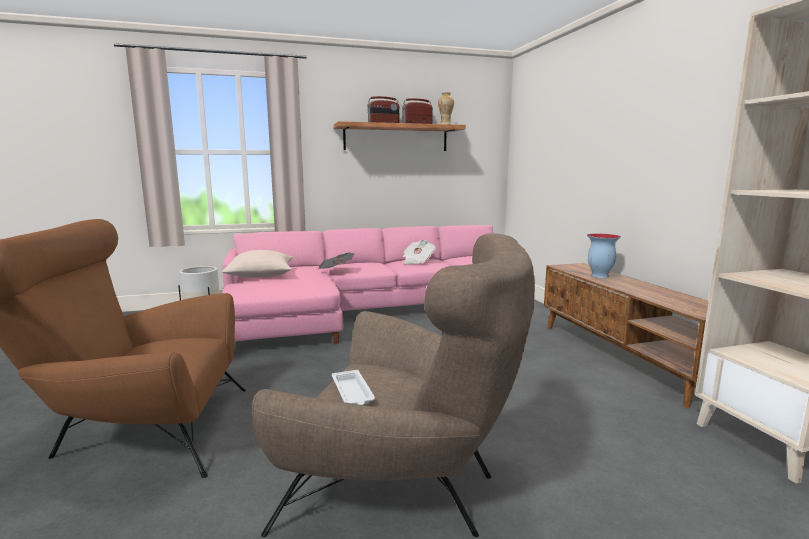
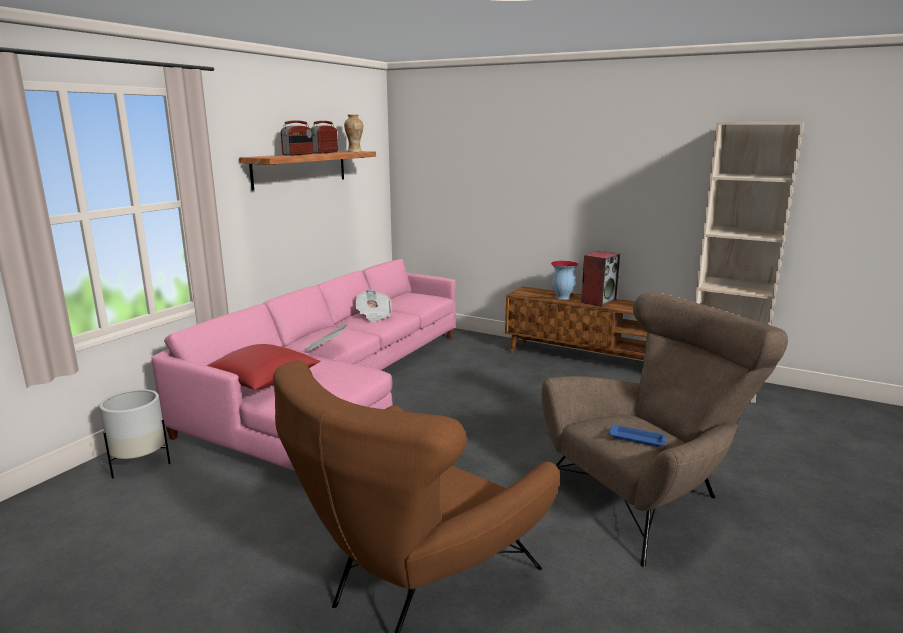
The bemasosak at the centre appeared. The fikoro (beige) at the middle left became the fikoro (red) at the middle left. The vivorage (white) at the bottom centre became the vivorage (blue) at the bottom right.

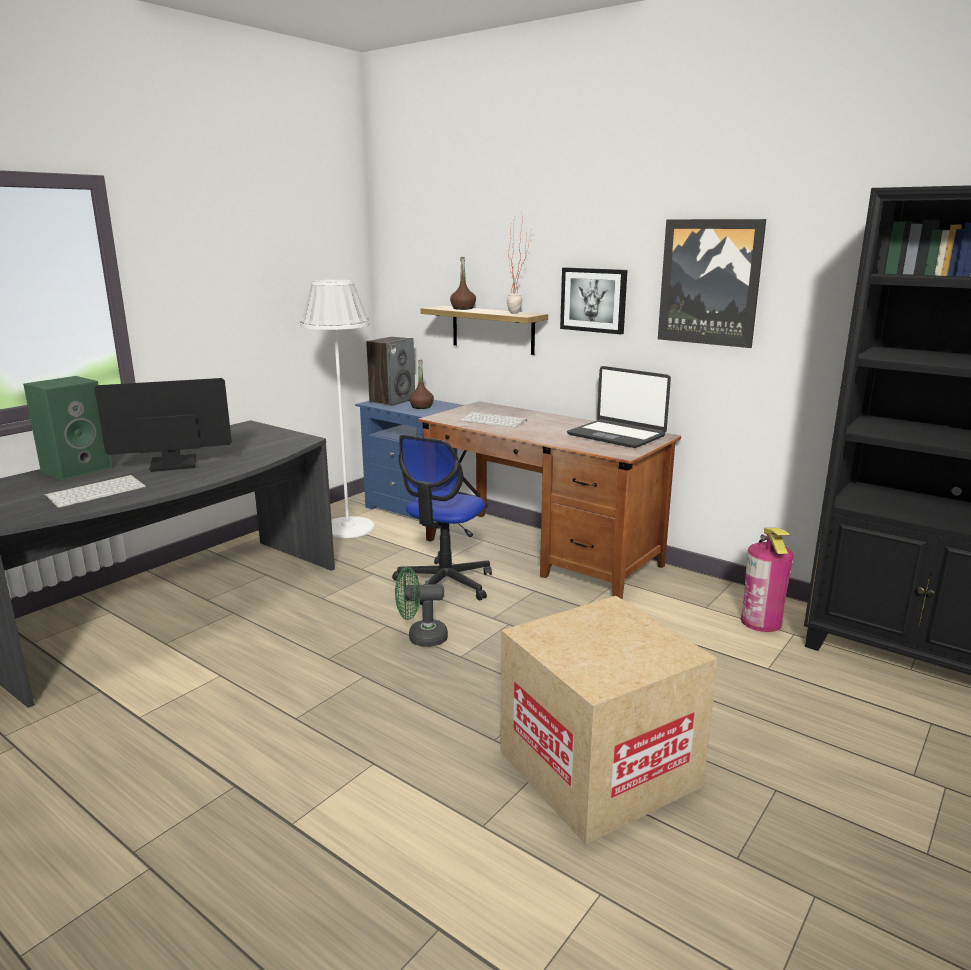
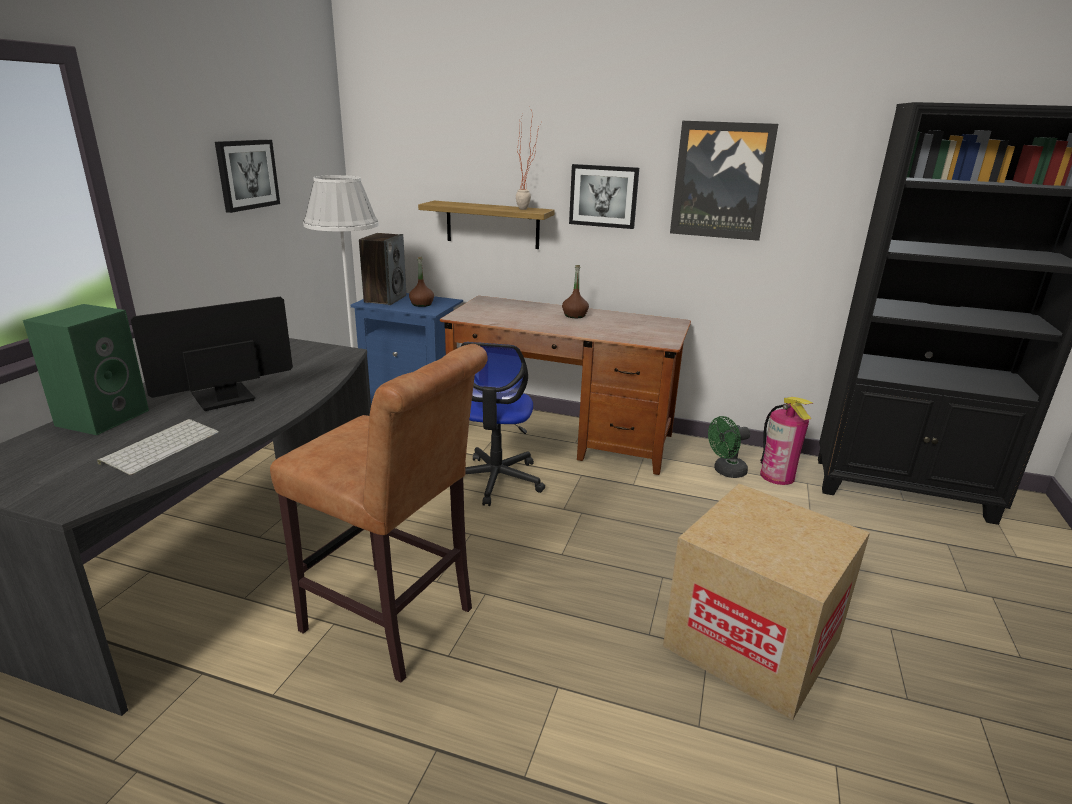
The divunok (2nd from left) at the centre disappeared. The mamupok at the centre disappeared. The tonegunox (1st from left) at the top left appeared. The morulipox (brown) at the centre appeared. The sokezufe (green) moved from the centre to the middle right. The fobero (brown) (2nd from left) moved from the top centre to the centre.

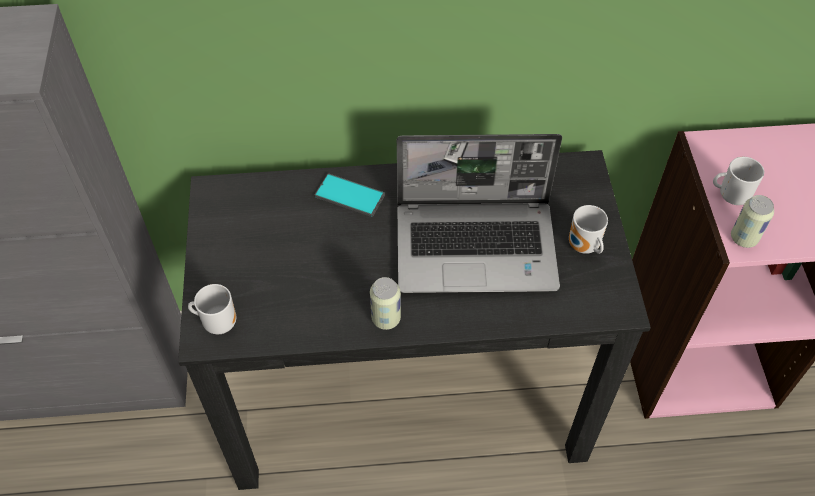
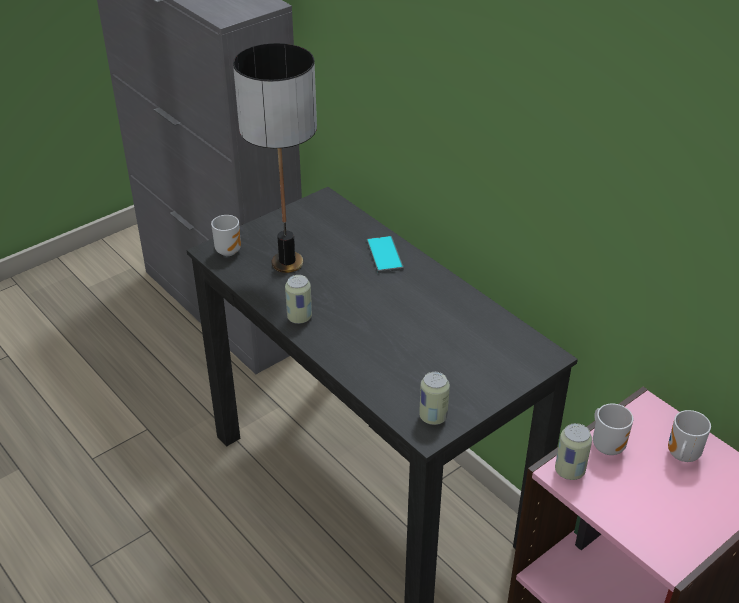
The mamupok at the centre disappeared. The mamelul at the top centre appeared. The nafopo (2nd from left) at the centre appeared. The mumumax (2nd from left in the first image) moved from the middle right to the bottom right.

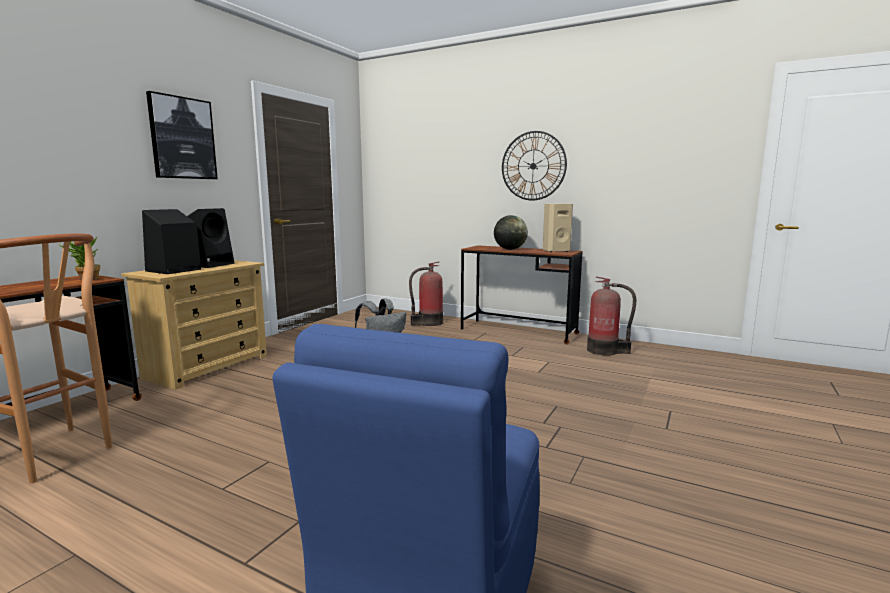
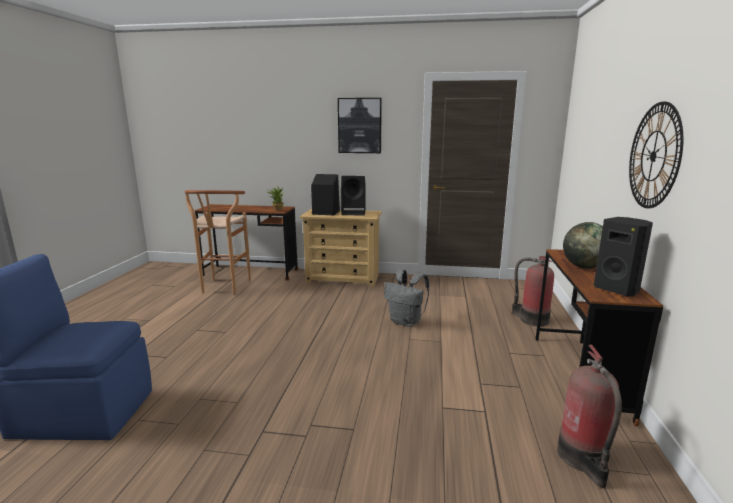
The bemasosak (beige) at the centre became the bemasosak (black) (3rd from left) at the middle right.

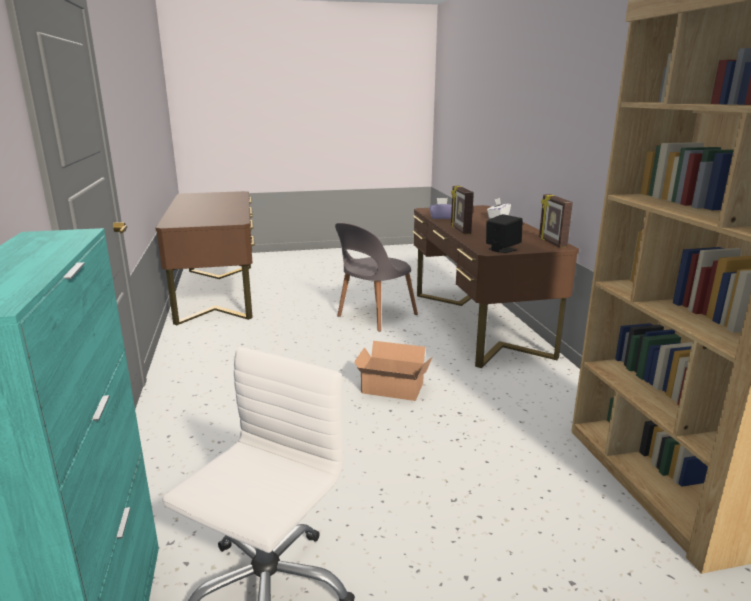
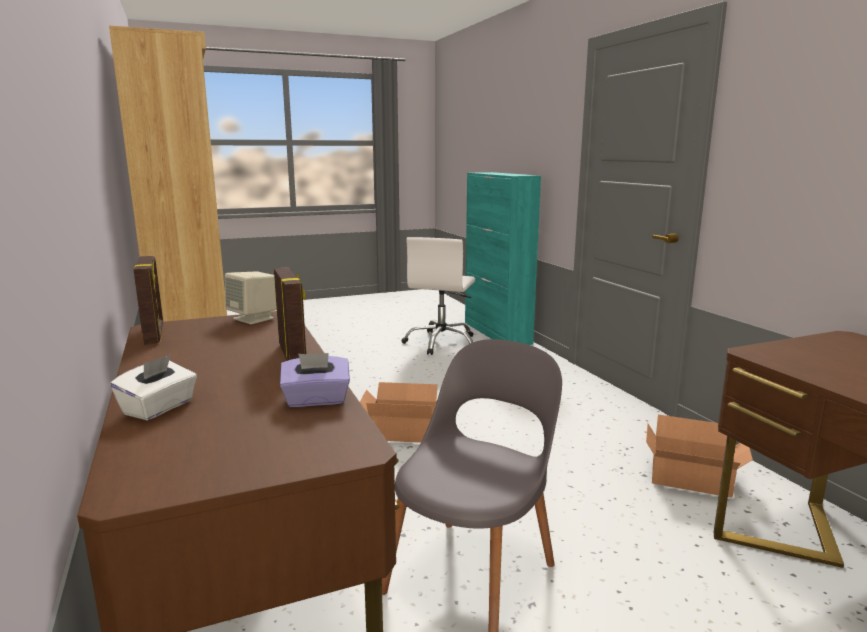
The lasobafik (2nd from left) at the bottom right appeared. The bemasosak (black) at the middle right became the bemasosak (beige) at the middle left.

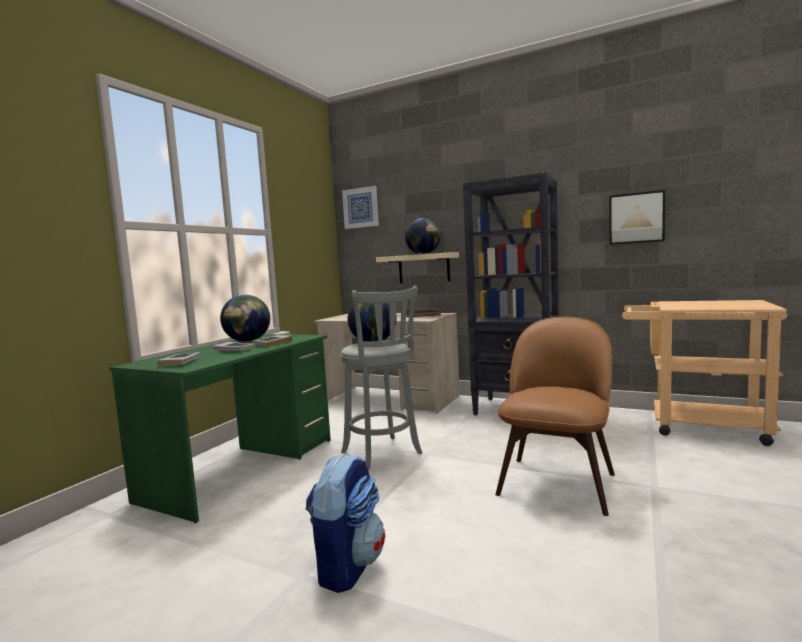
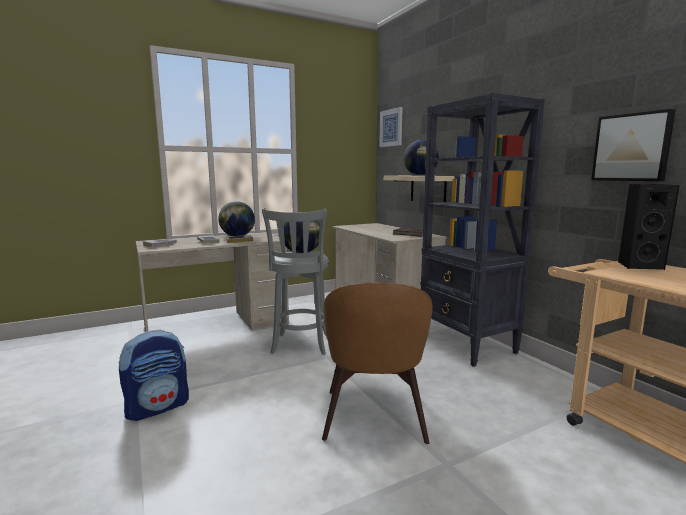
The bemasosak (black) at the middle right appeared. The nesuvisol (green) at the bottom left became the nesuvisol (beige) (1st from left) at the middle left. The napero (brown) at the middle right turned 120 degrees clockwise.

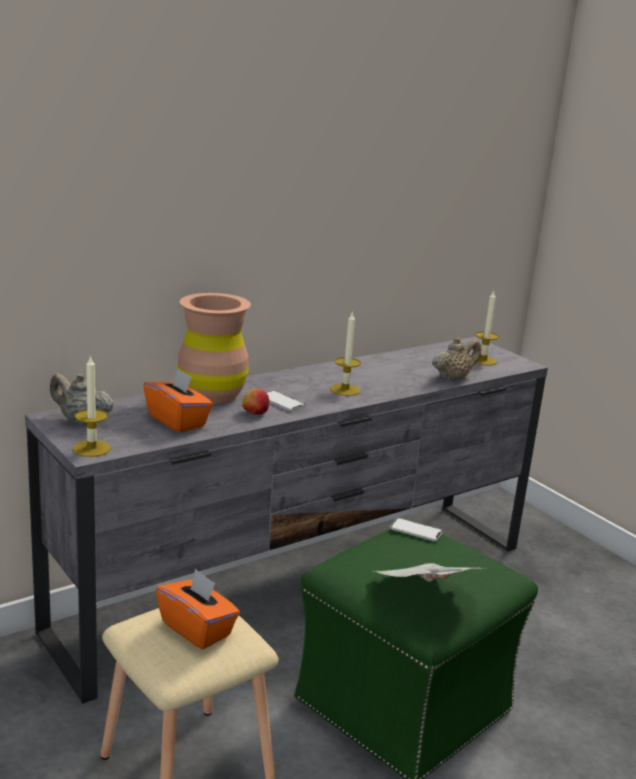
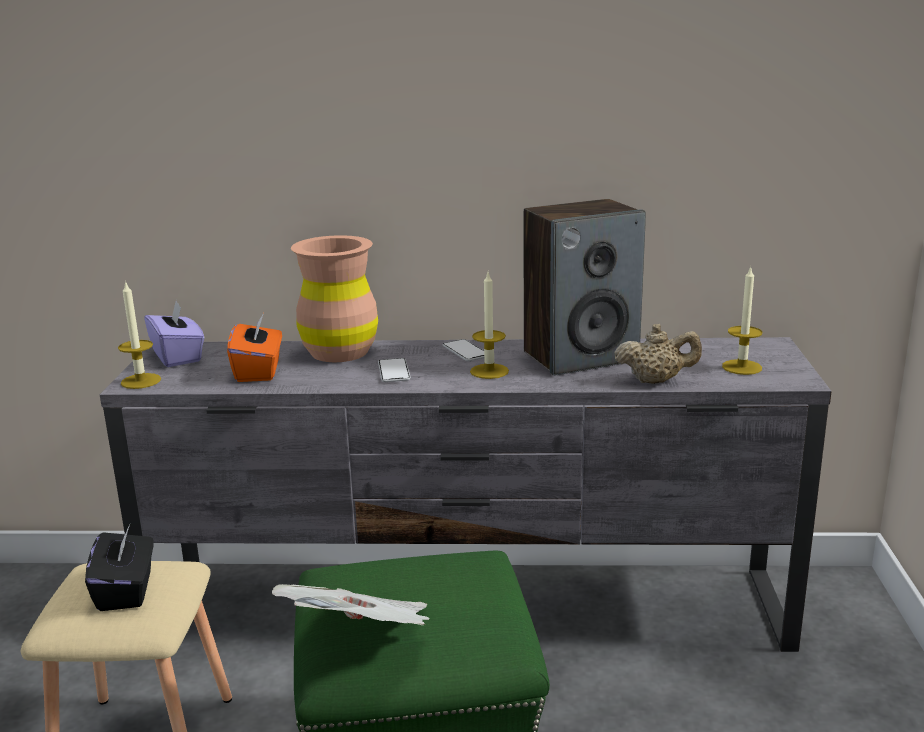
The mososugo at the centre disappeared. The bemasosak at the centre appeared. The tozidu (2nd from left) moved from the bottom centre to the centre. The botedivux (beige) (1st from left) at the middle left was replaced by the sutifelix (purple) at the middle left. The sutifelix (orange) (2nd from left) at the bottom left became the sutifelix (black) at the bottom left.

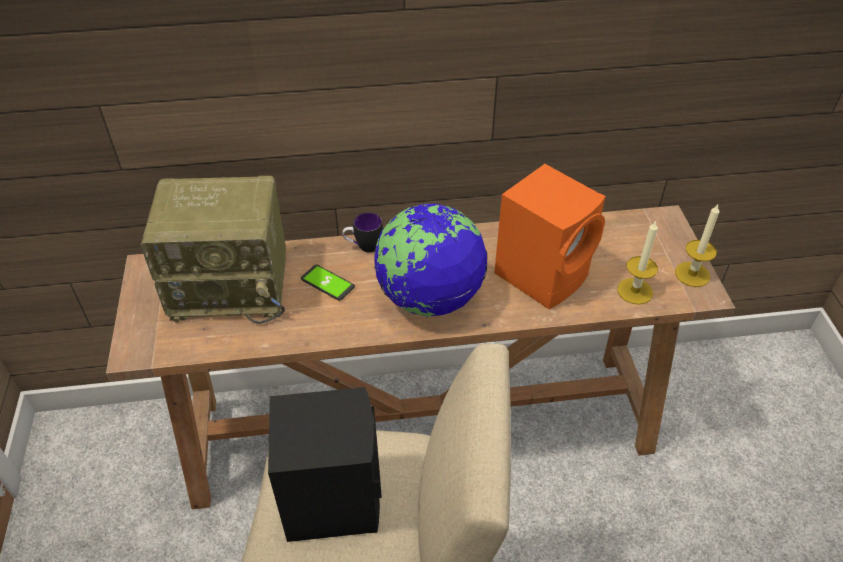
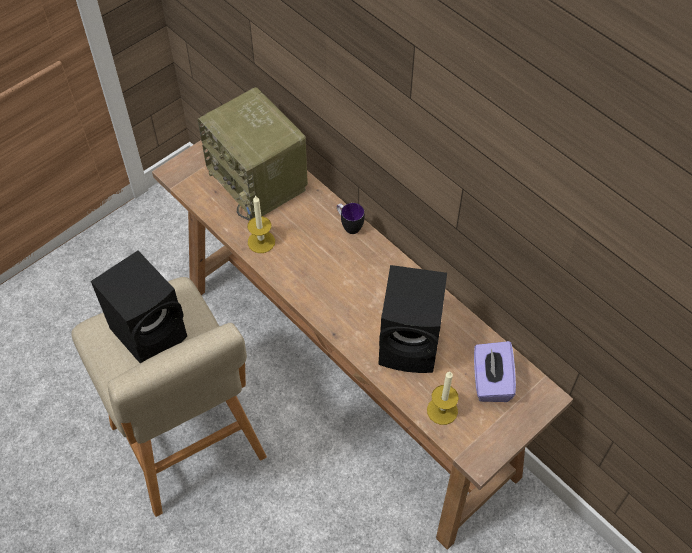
The tozidu at the centre disappeared. The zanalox at the centre disappeared. The sutifelix (purple) at the bottom right appeared. The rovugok (2nd from left in the first image) moved from the middle right to the centre. The bemasosak (orange) at the centre became the bemasosak (black) (2nd from left) at the centre.

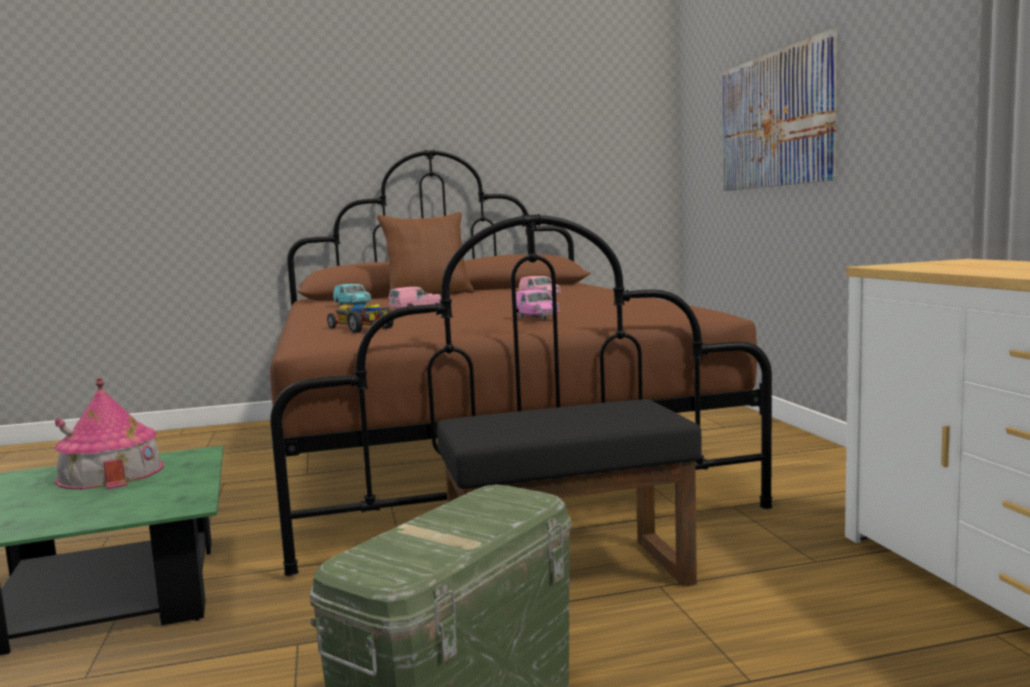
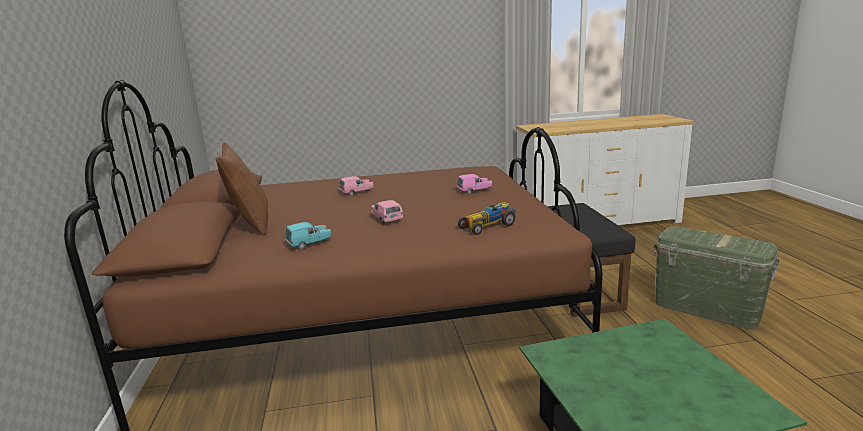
The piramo at the middle left disappeared. The tonegunox at the top right disappeared.

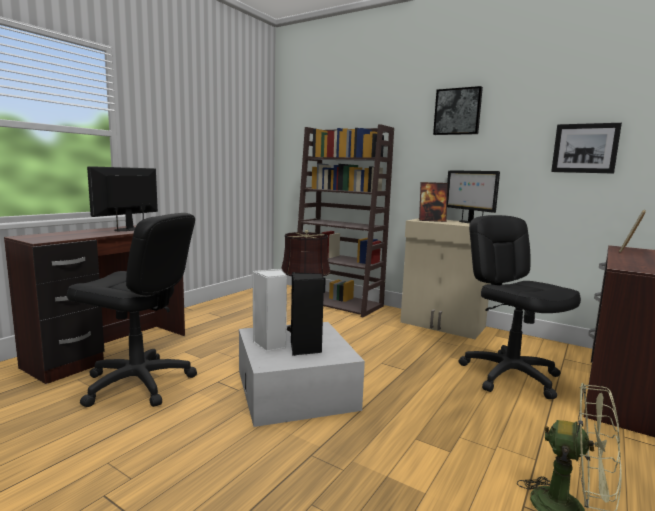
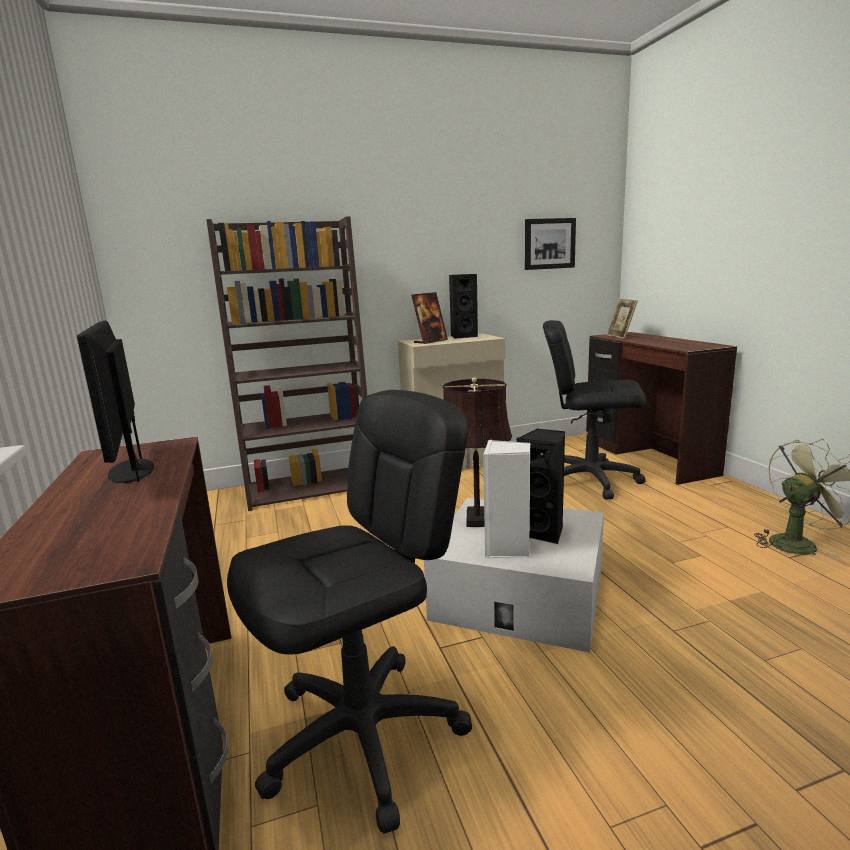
The tonegunox (1st from left) at the top right disappeared. The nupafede (2nd from left) at the middle right was replaced by the bemasosak (black) (1st from left) at the centre.

